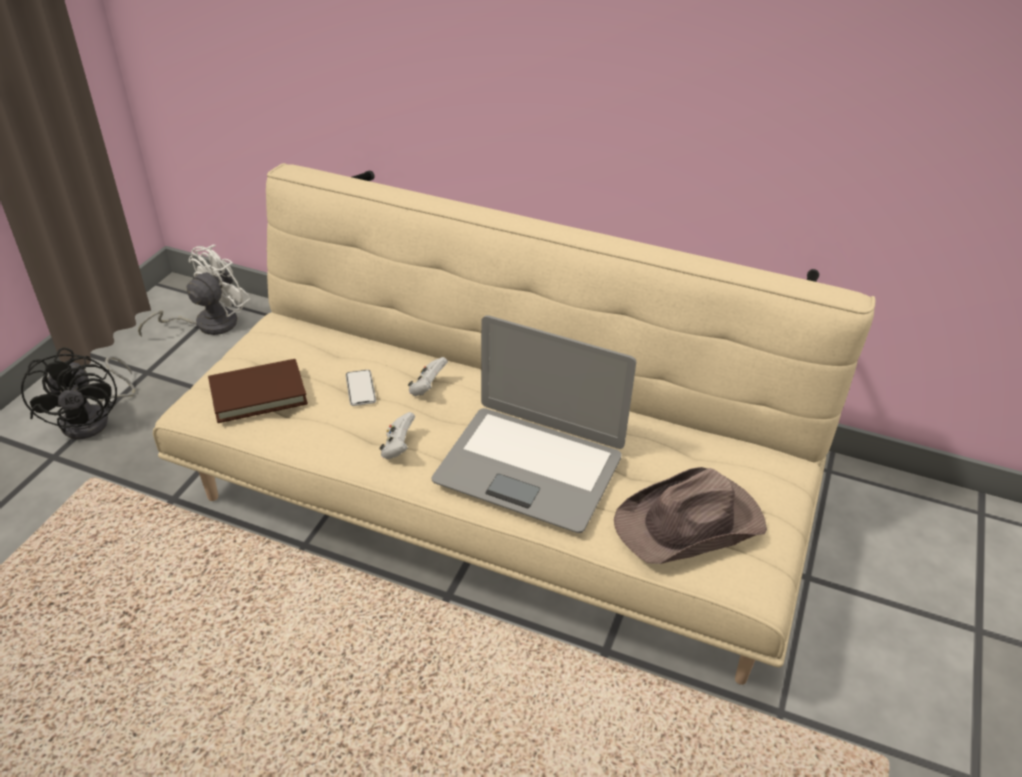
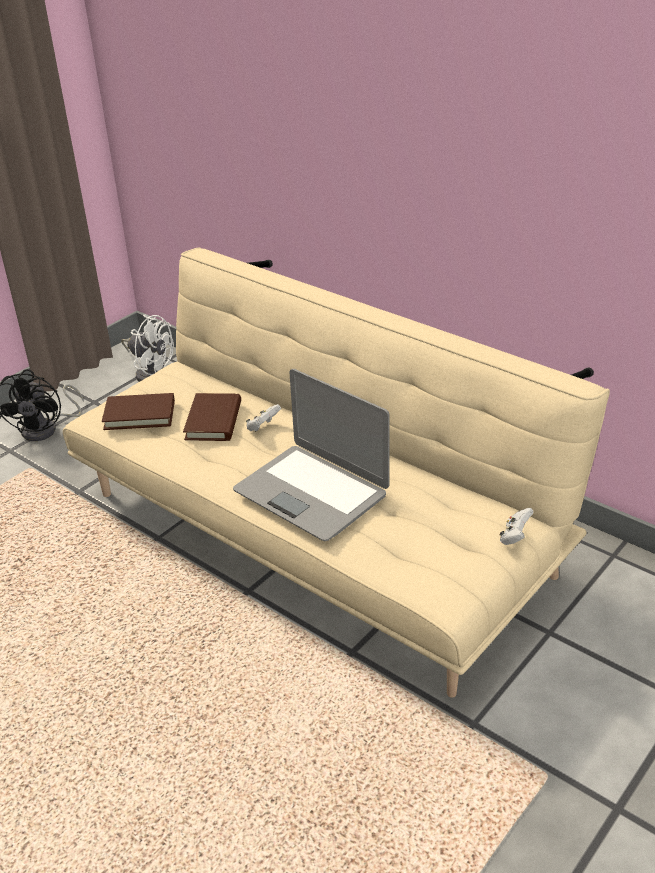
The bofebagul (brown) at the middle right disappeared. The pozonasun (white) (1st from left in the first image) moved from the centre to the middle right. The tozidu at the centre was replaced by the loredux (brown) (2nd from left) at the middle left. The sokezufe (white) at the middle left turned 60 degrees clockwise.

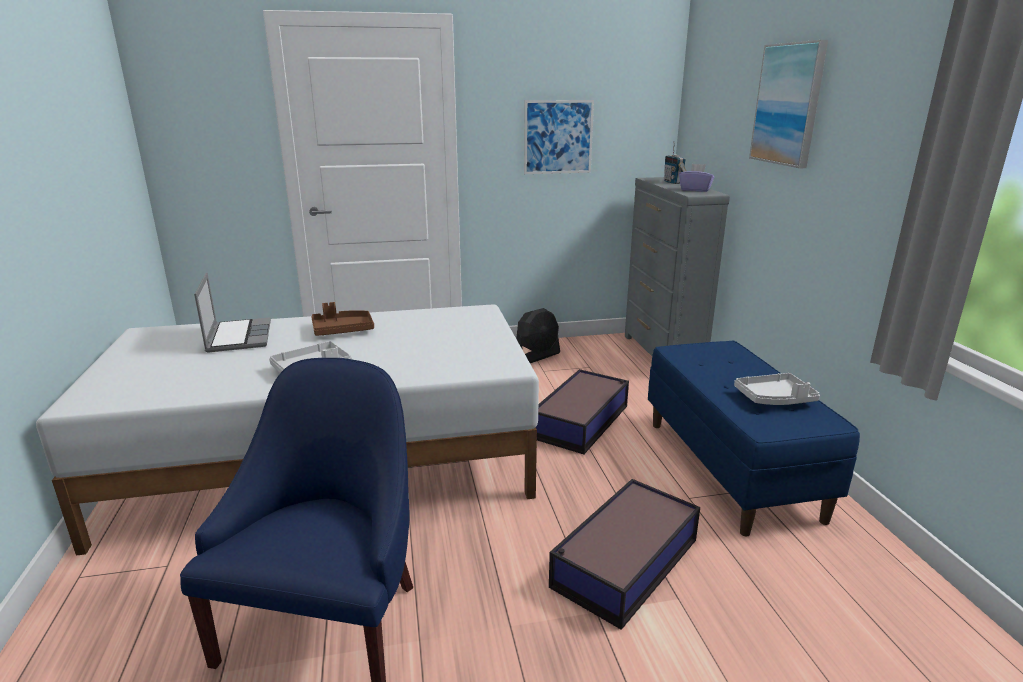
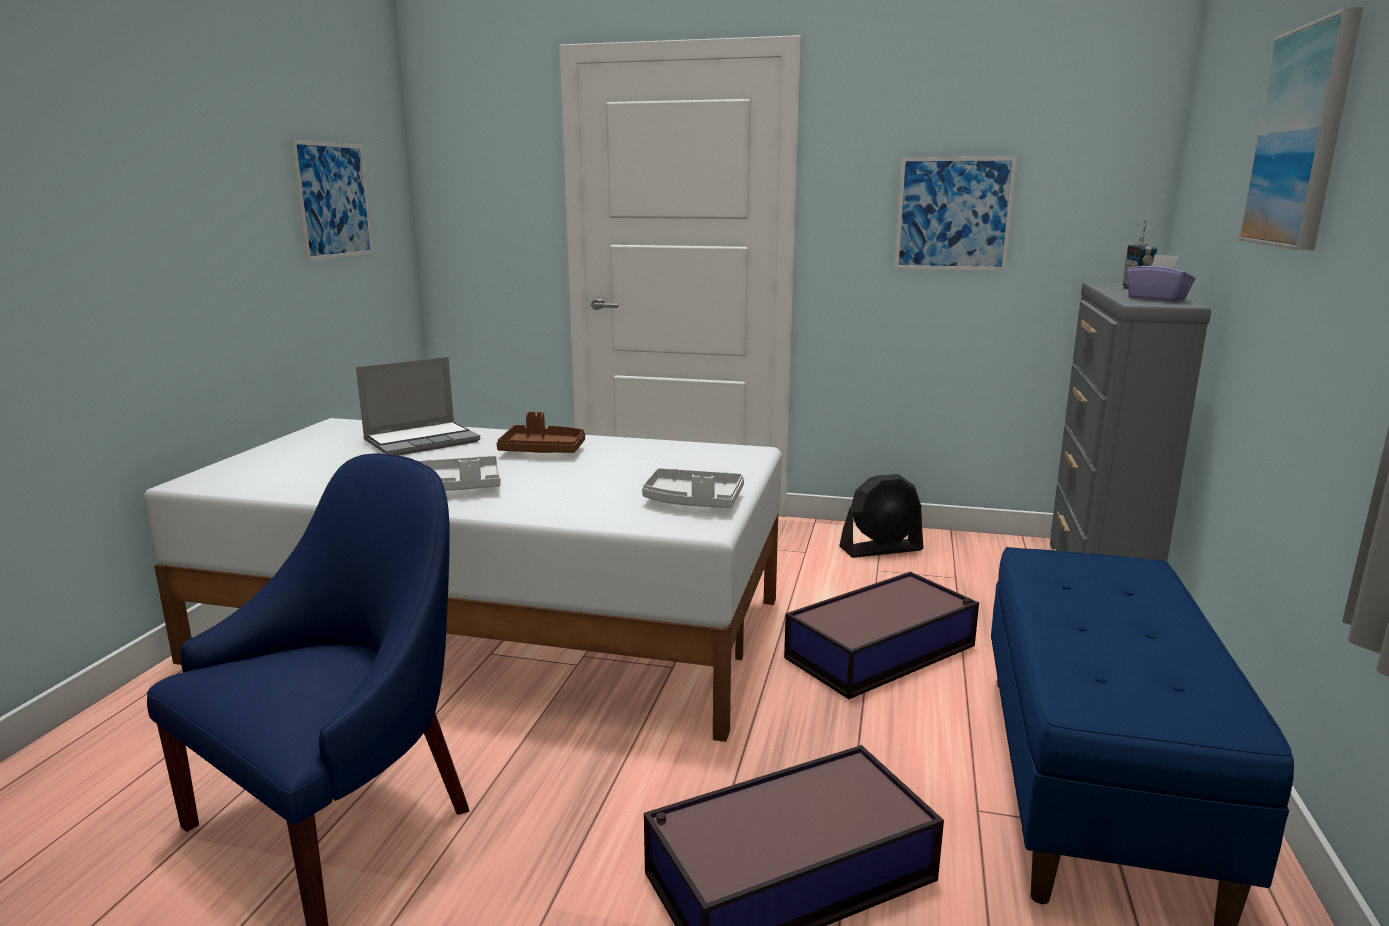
The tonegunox (1st from left) at the top left appeared. The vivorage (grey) (2nd from left) moved from the middle right to the centre. The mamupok at the middle left turned 45 degrees clockwise.

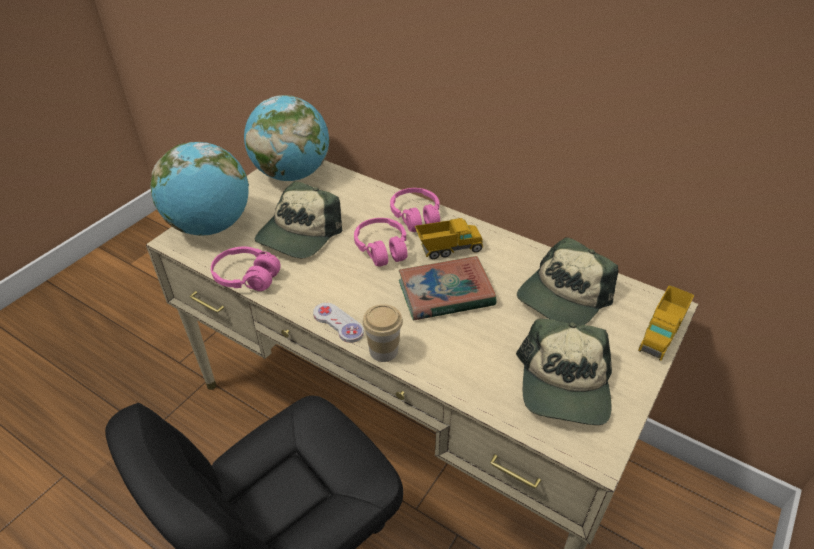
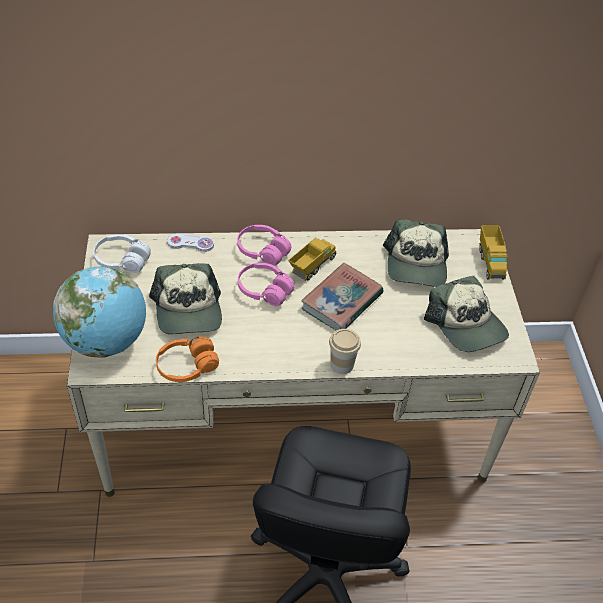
The pozonasun (white) moved from the centre to the middle left. The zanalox (2nd from left) at the top centre was replaced by the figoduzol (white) at the middle left. The figoduzol (pink) (1st from left) at the middle left became the figoduzol (orange) at the middle left.

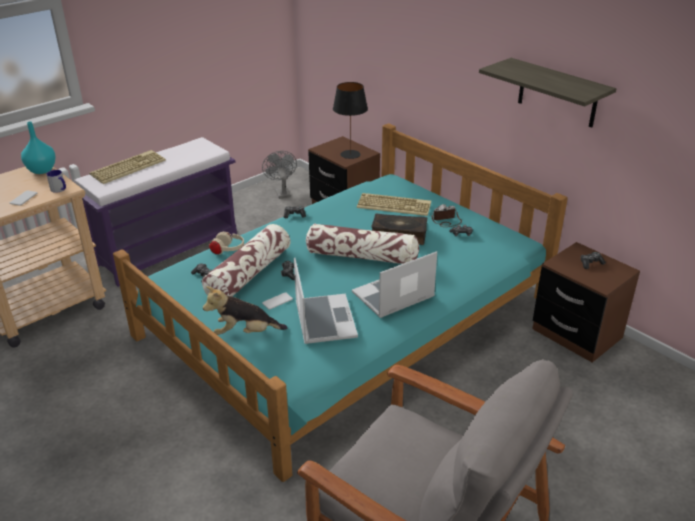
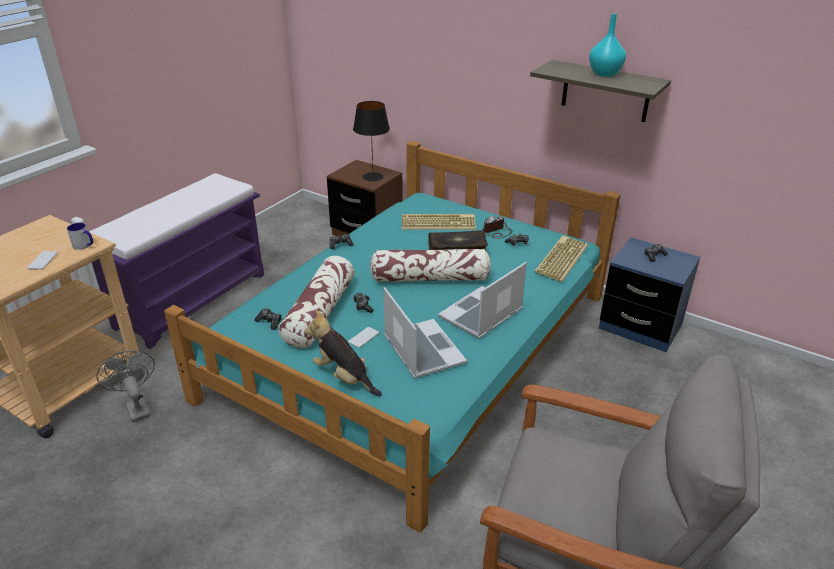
The figoduzol (beige) at the middle left disappeared. The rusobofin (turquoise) moved from the top left to the top right. The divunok (1st from left in the first image) moved from the top left to the middle right. The sokezufe (grey) moved from the centre to the bottom left. The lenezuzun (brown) (2nd from left) at the middle right became the lenezuzun (blue) at the middle right. The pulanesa at the centre turned 60 degrees clockwise.

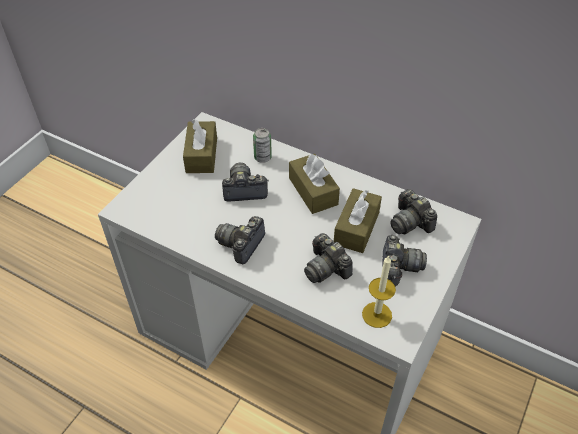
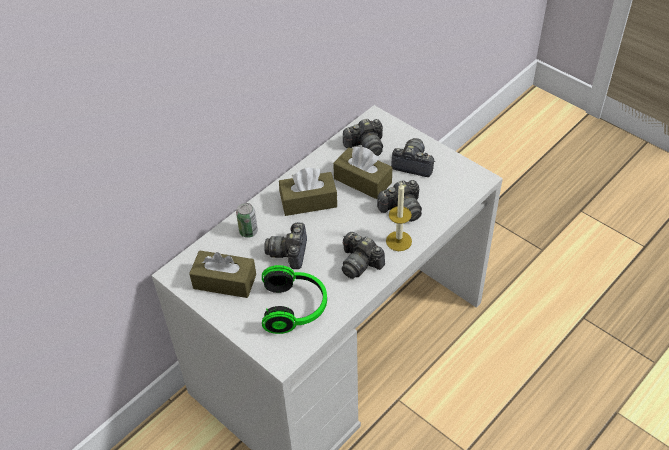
The figoduzol at the centre appeared. The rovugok moved from the bottom centre to the centre.

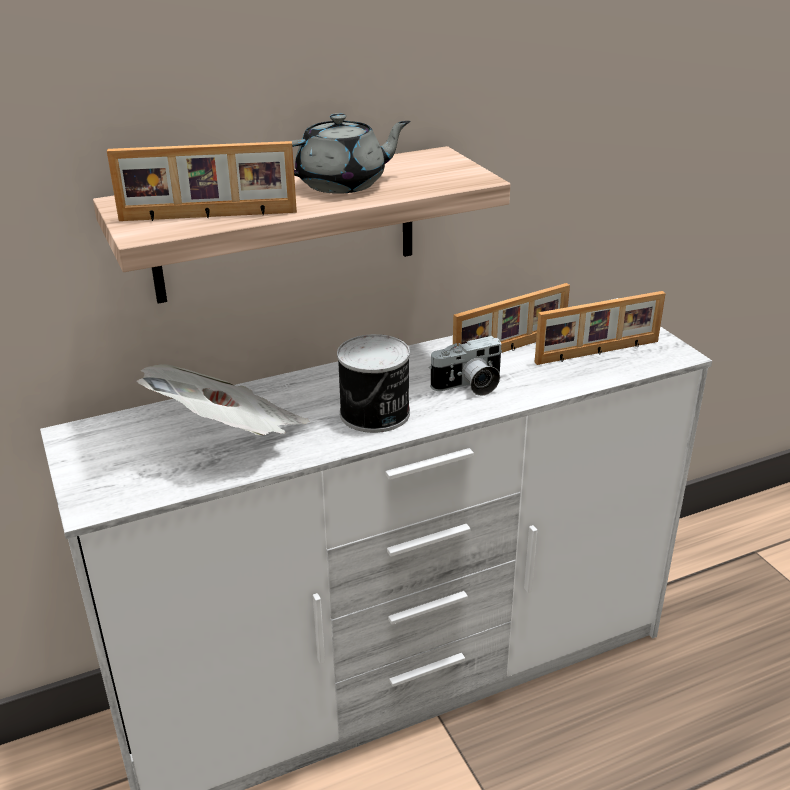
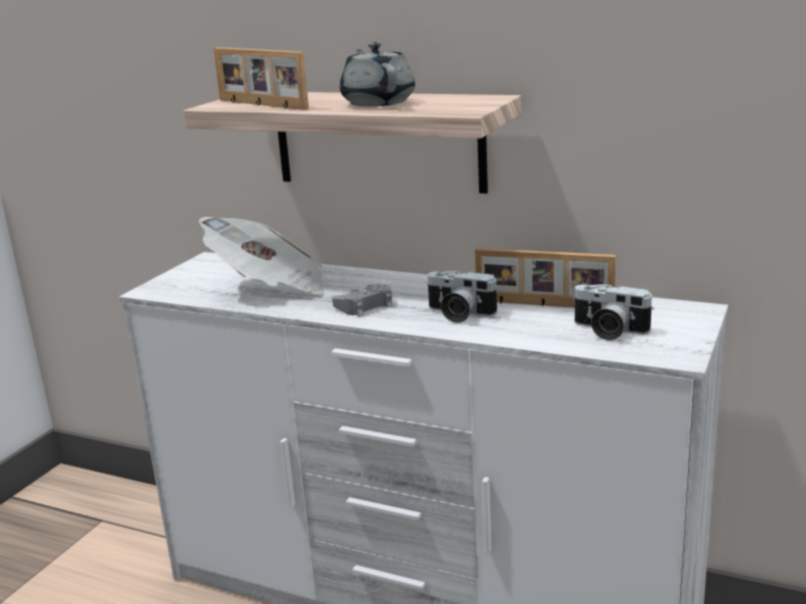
The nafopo at the centre was replaced by the pozonasun (grey) at the centre. The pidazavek (3rd from left) at the middle right was replaced by the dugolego (2nd from left) at the middle right. The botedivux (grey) at the top centre turned 135 degrees counterclockwise.

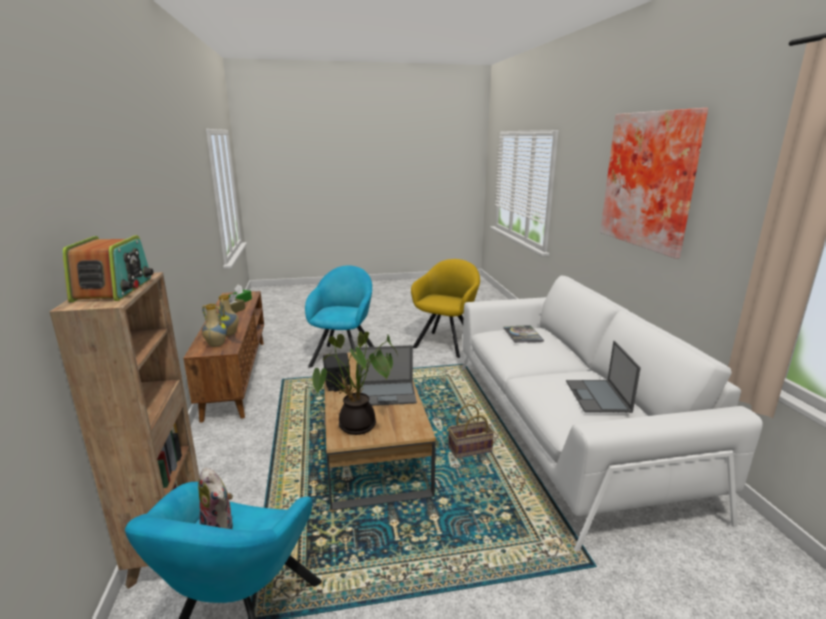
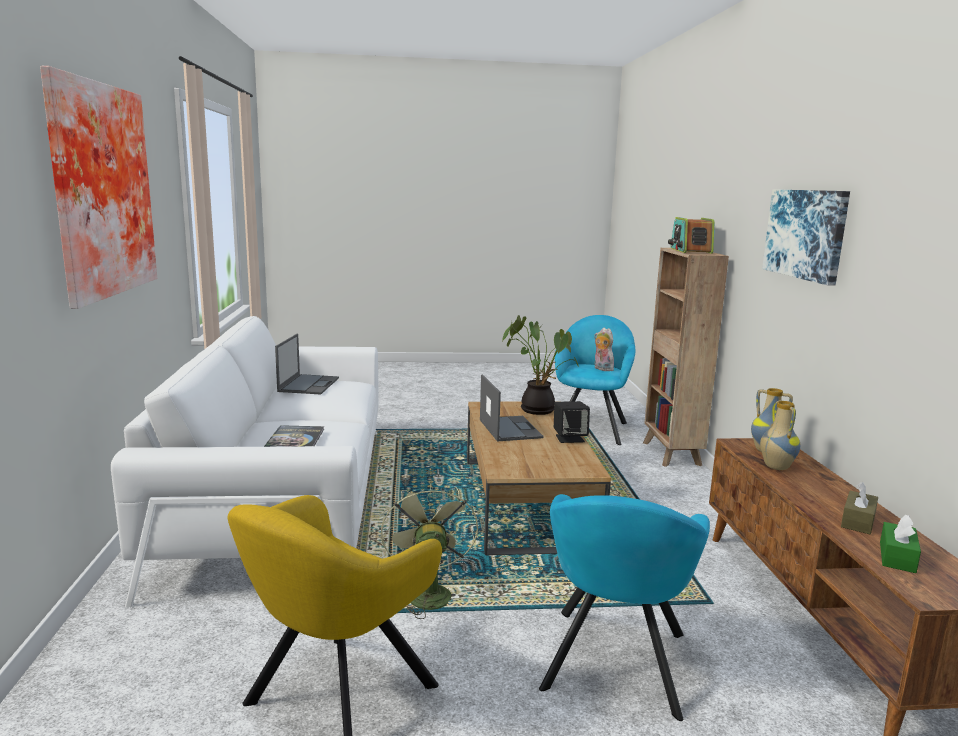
The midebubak at the bottom centre disappeared. The sokezufe (green) at the bottom centre appeared. The tonegunox (2nd from left) at the top right appeared. The mamupok (1st from left in the first image) at the centre turned 75 degrees clockwise.

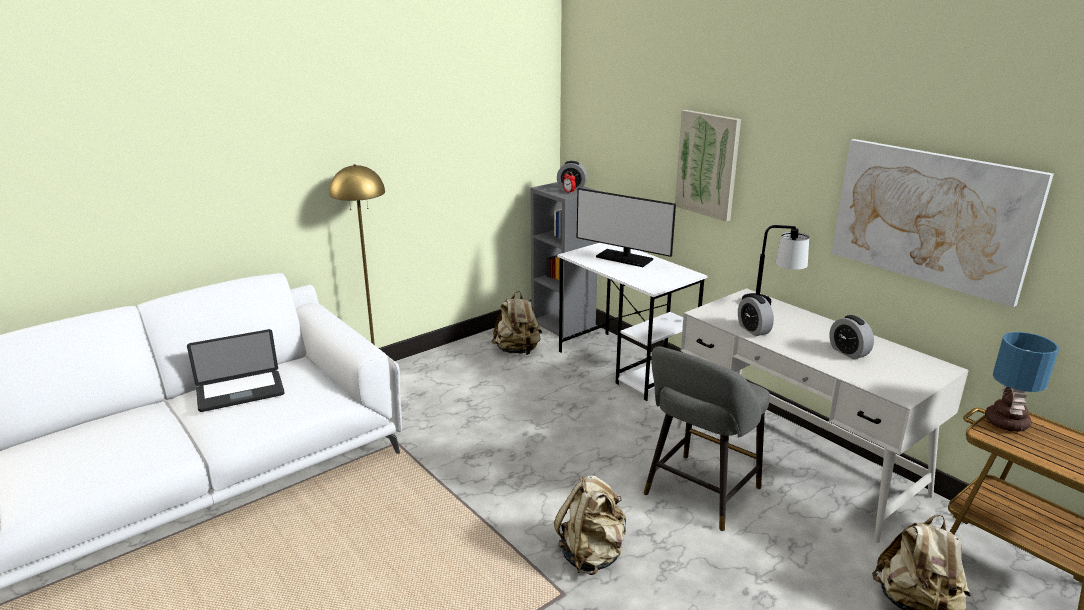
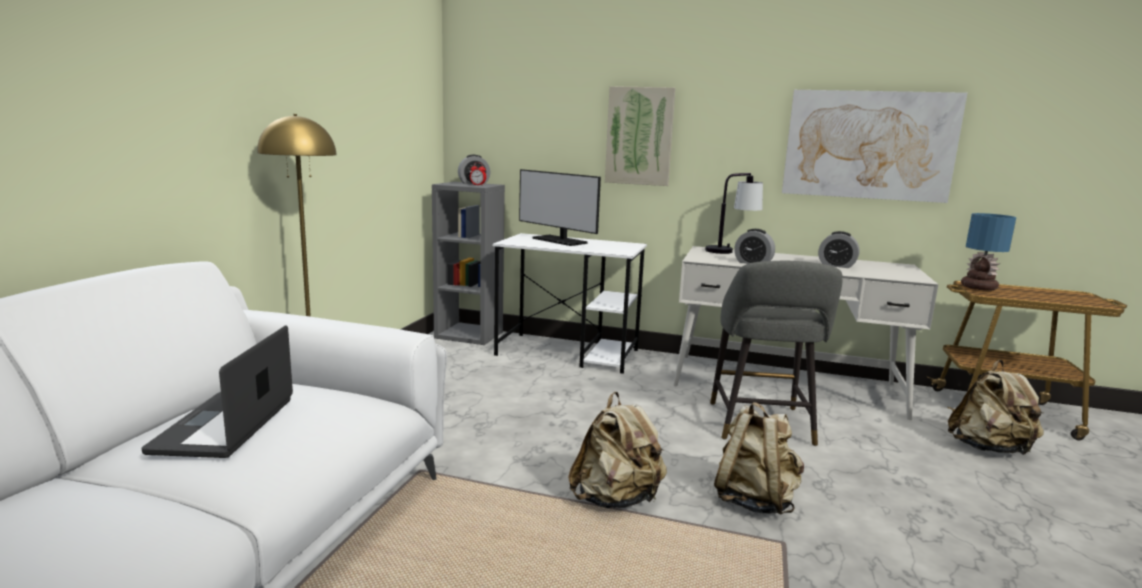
The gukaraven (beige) (1st from left) moved from the centre to the bottom centre. The mamupok at the middle left turned 150 degrees clockwise. The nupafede at the centre turned 45 degrees clockwise.

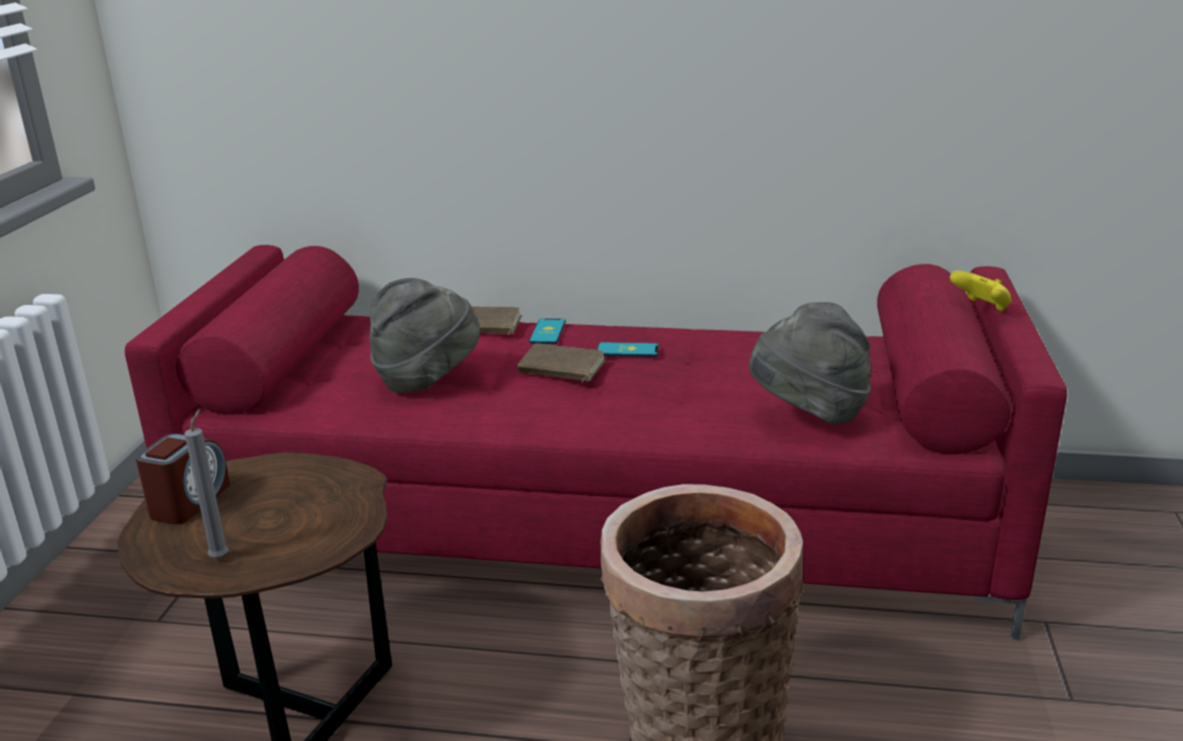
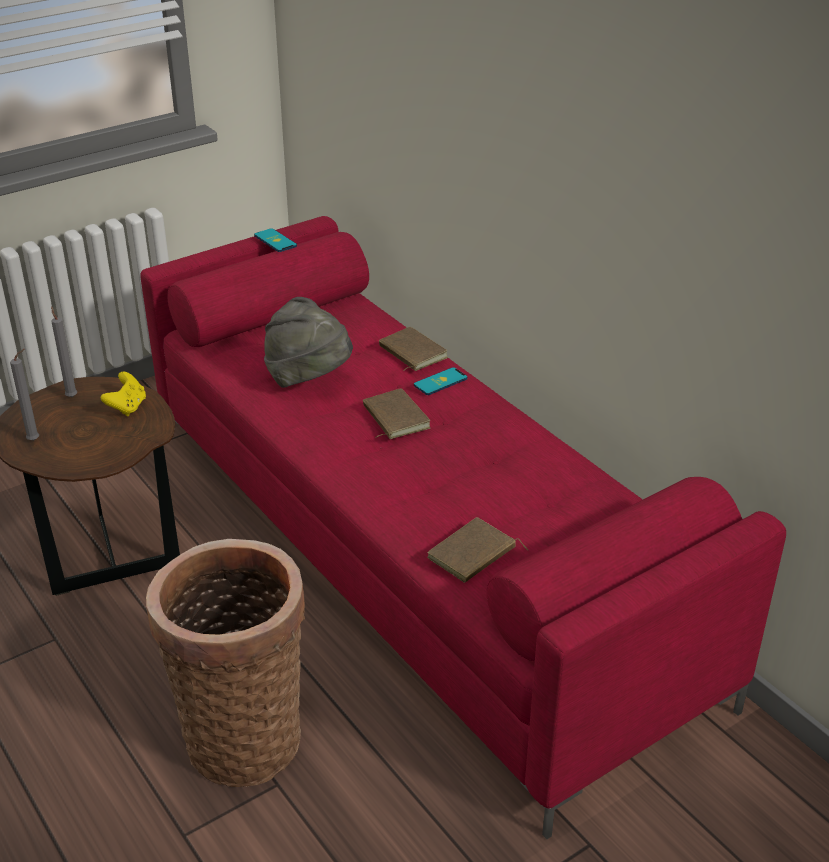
The tozidu (2nd from left in the first image) moved from the centre to the top left. The pozonasun (yellow) moved from the middle right to the middle left. The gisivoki at the middle left was replaced by the rovugok (grey) (2nd from left) at the middle left. The bofebagul (grey) (2nd from left) at the middle right was replaced by the loredux (brown) (3rd from left) at the centre.

